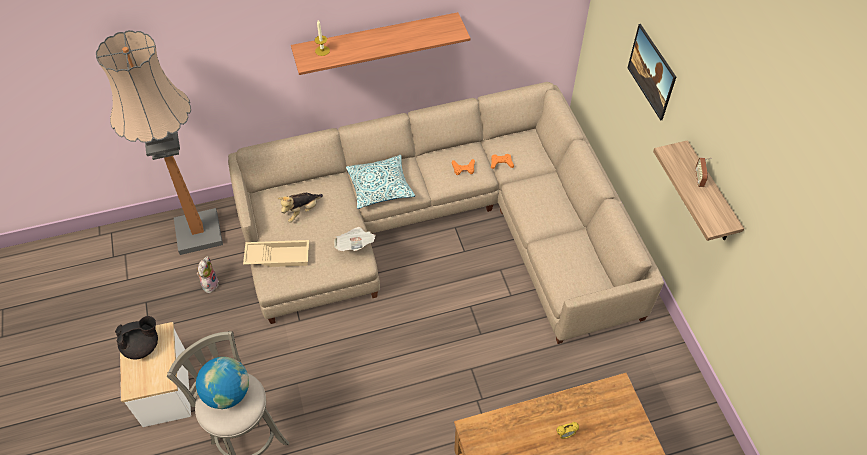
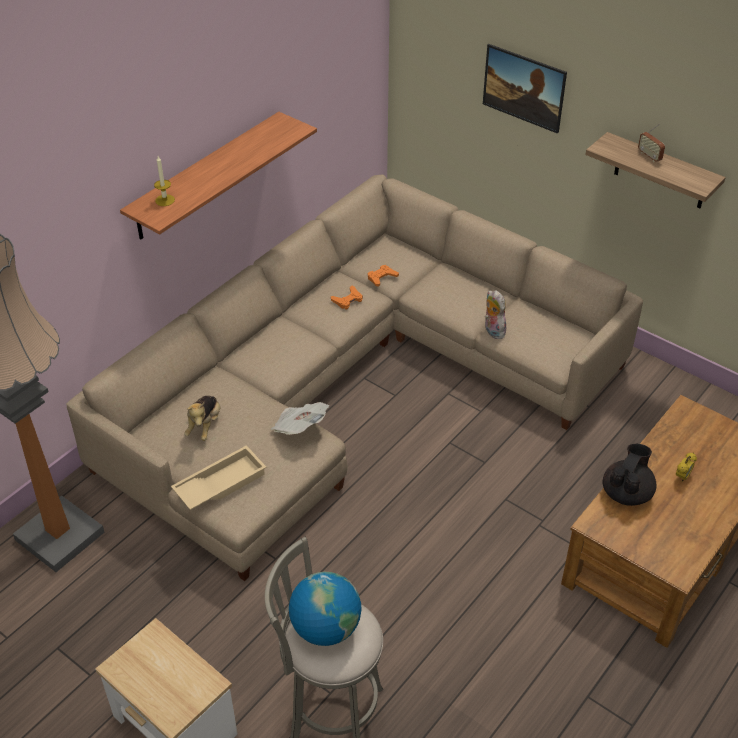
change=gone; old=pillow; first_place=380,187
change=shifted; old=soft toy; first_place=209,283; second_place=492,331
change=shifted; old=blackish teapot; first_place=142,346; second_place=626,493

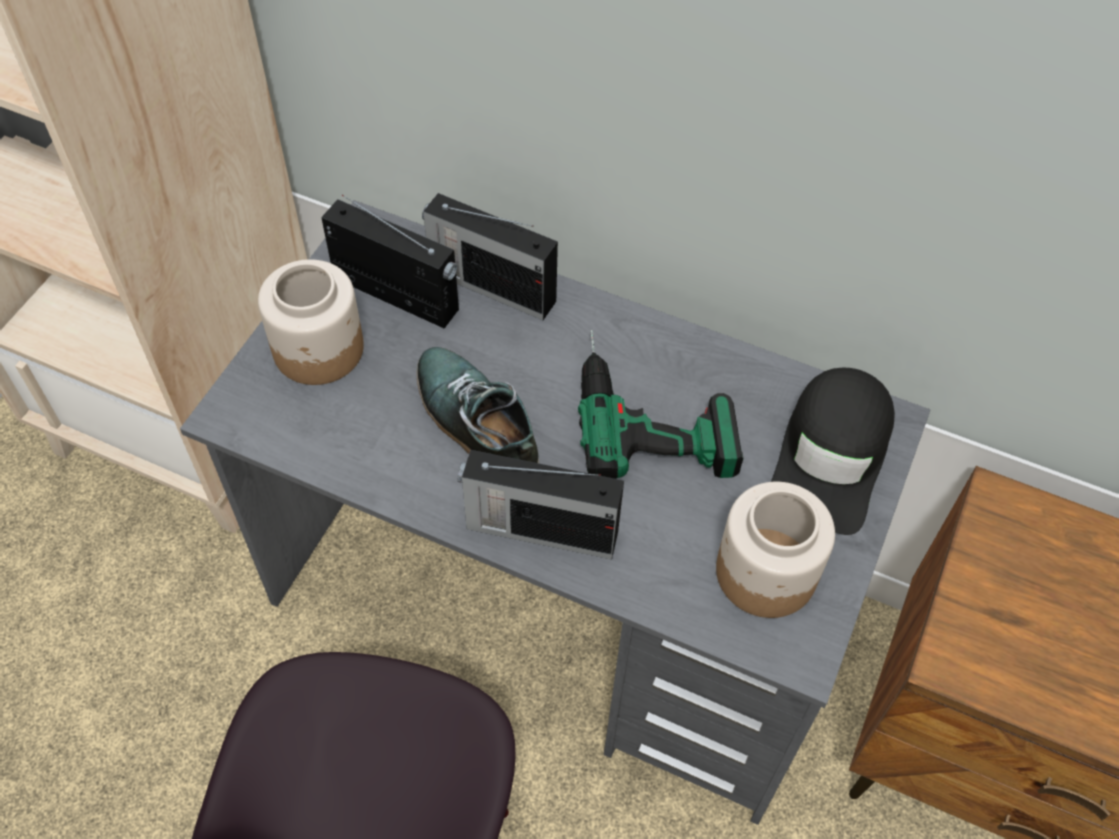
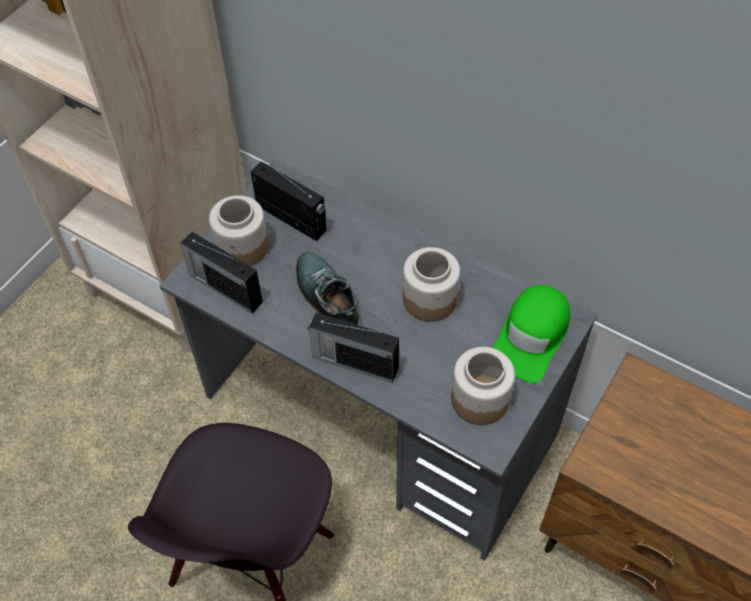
change=shifted; old=radio set; first_place=490,285; second_place=224,287
change=swapped; old=power drill; new=jar; first_place=652,408; second_place=430,299
change=repainted; old=blackish cap; new=green-coloured cap; first_place=831,457; second_place=531,337

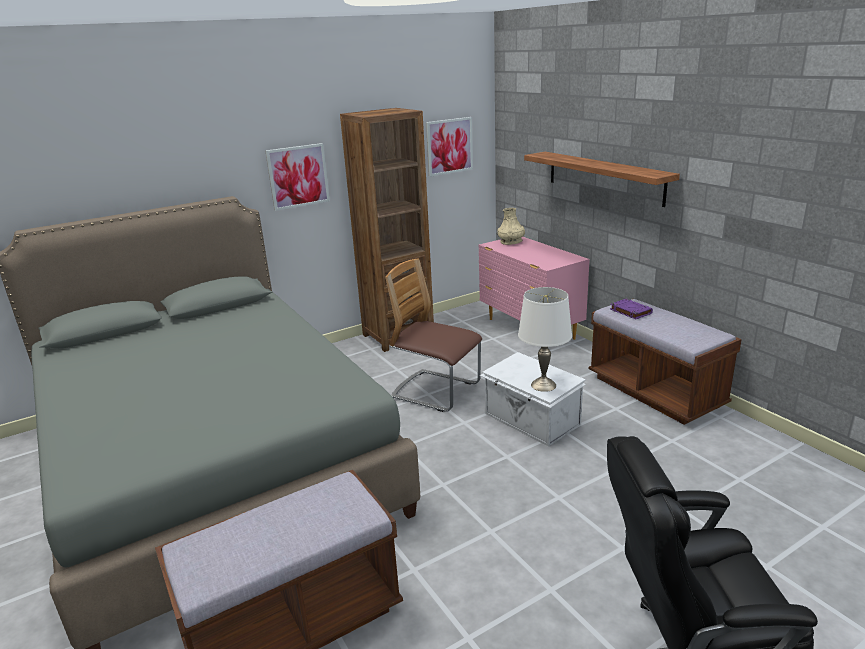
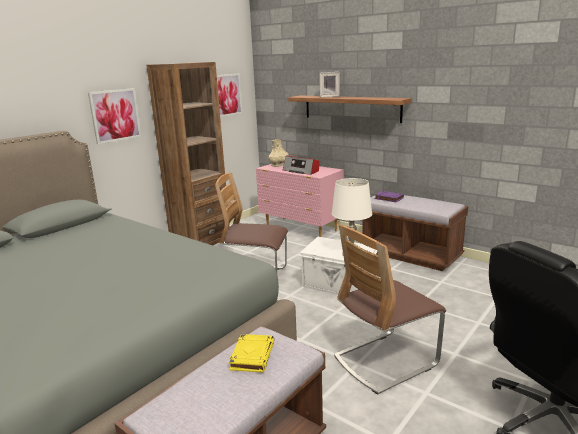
change=new; new=photo frame; second_place=329,96
change=new; new=radio set; second_place=301,171
change=new; new=chair; second_place=385,361
change=new; new=yellow bound book; second_place=252,356

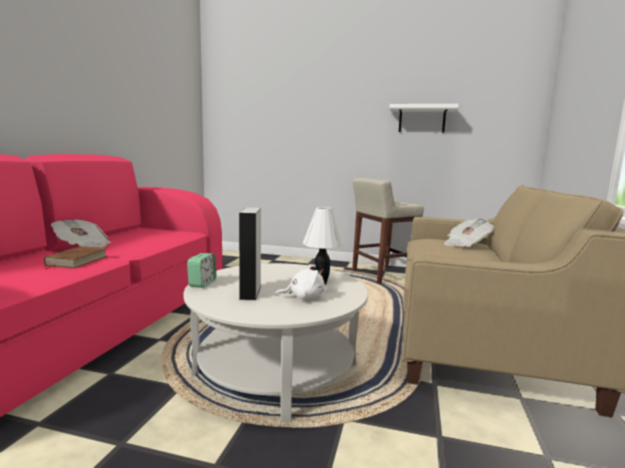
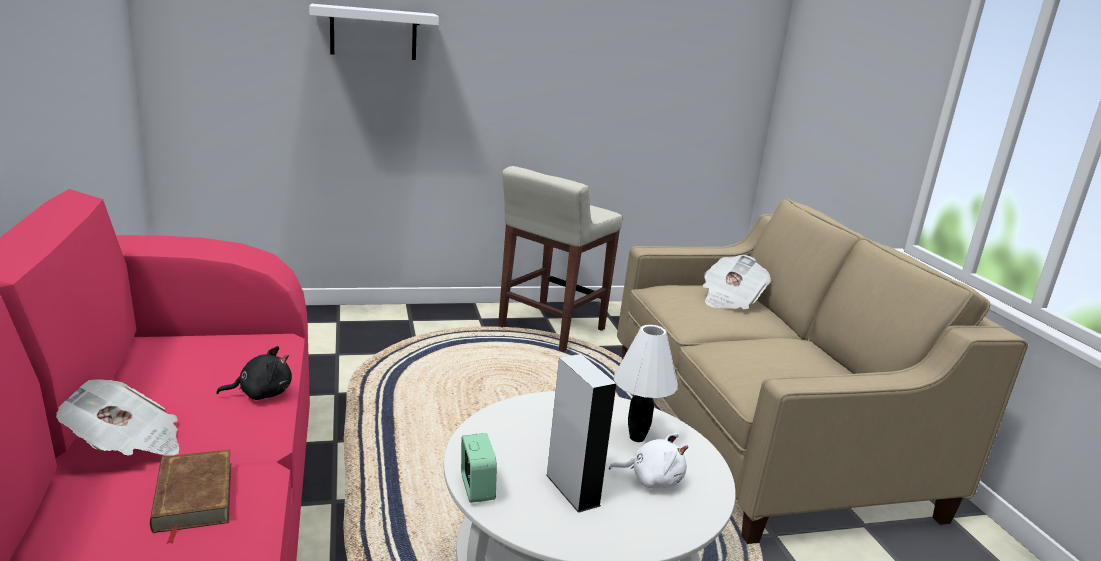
change=shifted; old=white-coloured wall shelf; first_place=422,119; second_place=373,33
change=rotated; old=white-coloured soft toy; first_place=303,297; second_place=652,479; degrees=45
change=new; new=blackish soft toy; second_place=261,393

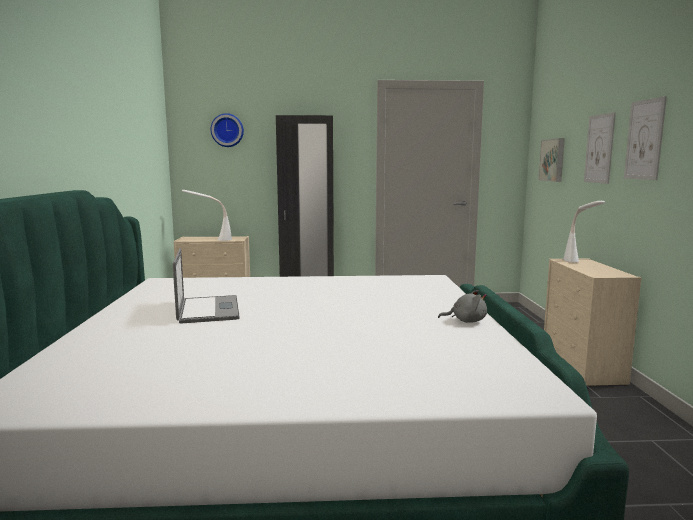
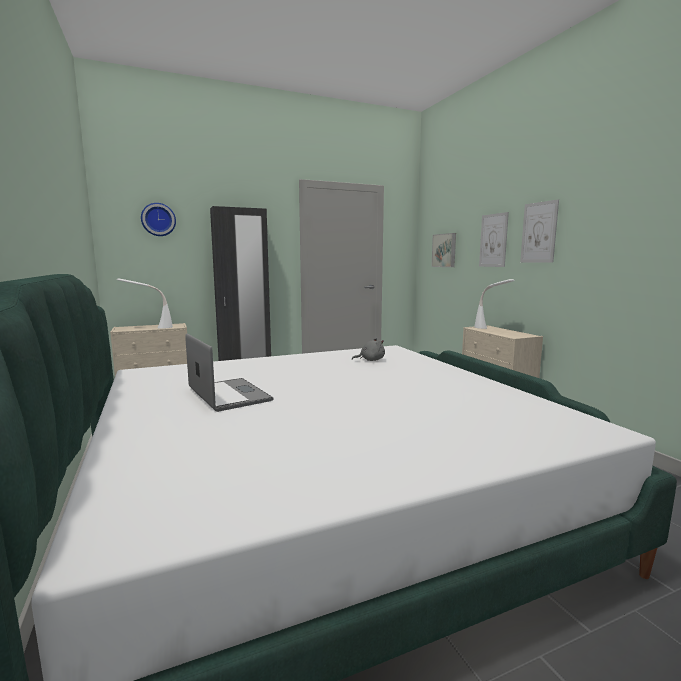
change=shifted; old=grey soft toy; first_place=466,321; second_place=370,360

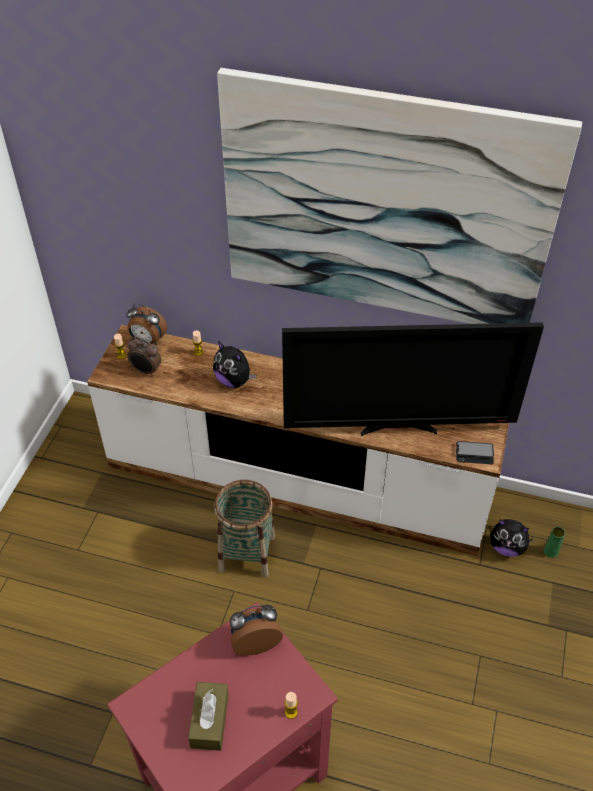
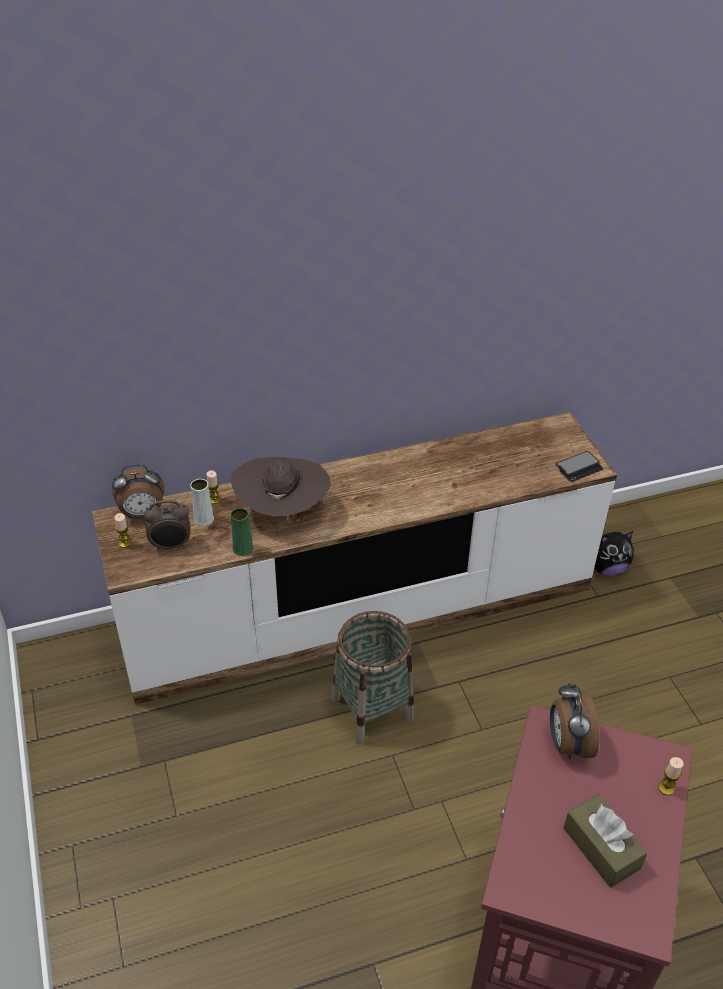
change=gone; old=wall art; first_place=384,206
change=gone; old=TV; first_place=398,428
change=swapped; old=soft toy; new=brown-coloured clothing hat; first_place=234,381; second_place=282,510
change=shifted; old=green-coloured vase; first_place=550,551; second_place=243,548
change=rotated; old=bedside clock; first_place=255,641; second_place=567,744; degrees=-45
change=new; new=white-coloured vase; second_place=203,519

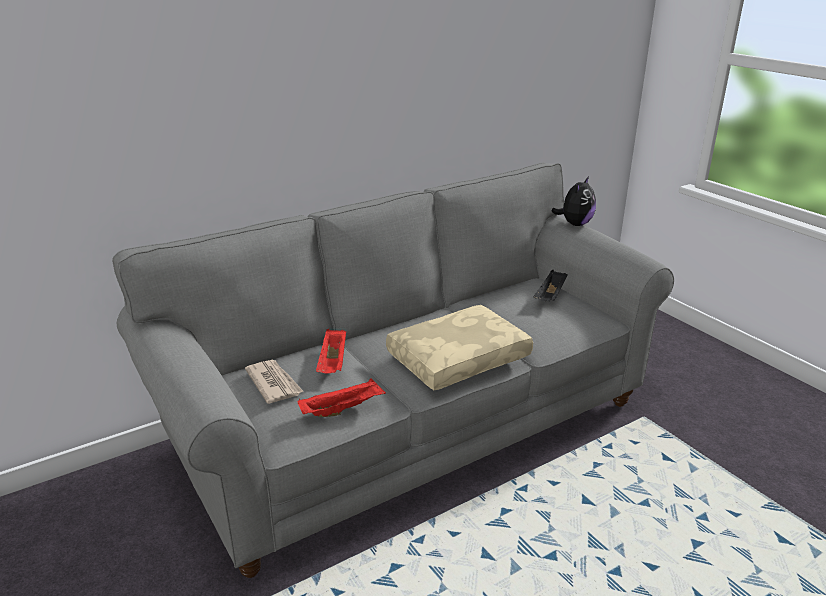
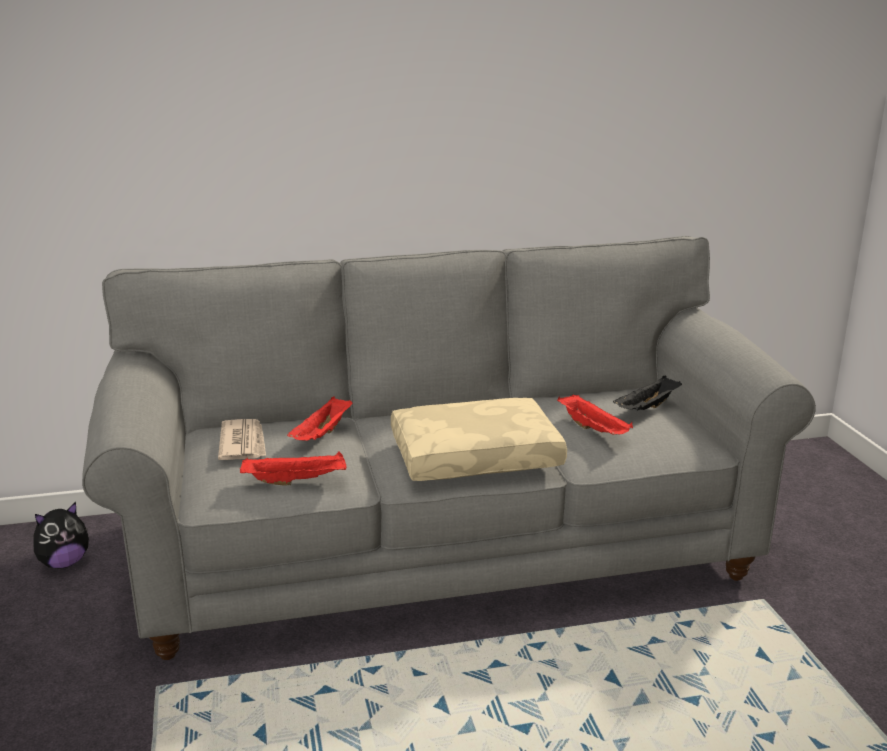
change=shifted; old=soft toy; first_place=575,224; second_place=64,563
change=new; new=red serving tray; second_place=594,430

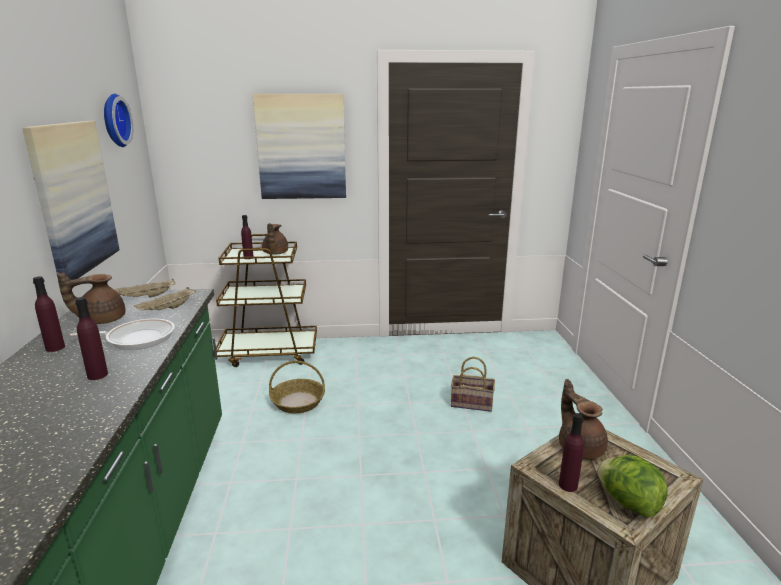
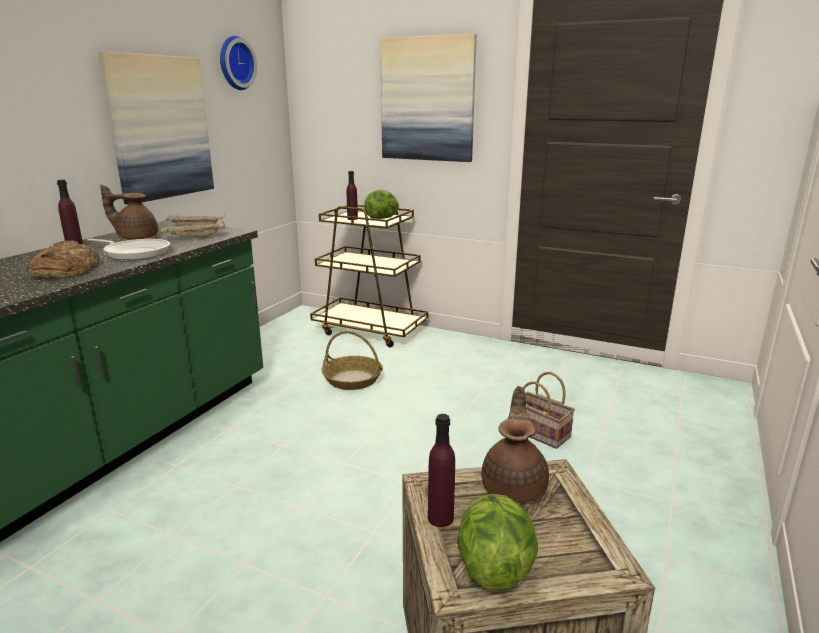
change=swapped; old=brown-coloured teapot; new=lettuce head; first_place=275,253; second_place=382,218
change=swapped; old=purple drink bottle; new=bakery bread; first_place=97,375; second_place=65,270

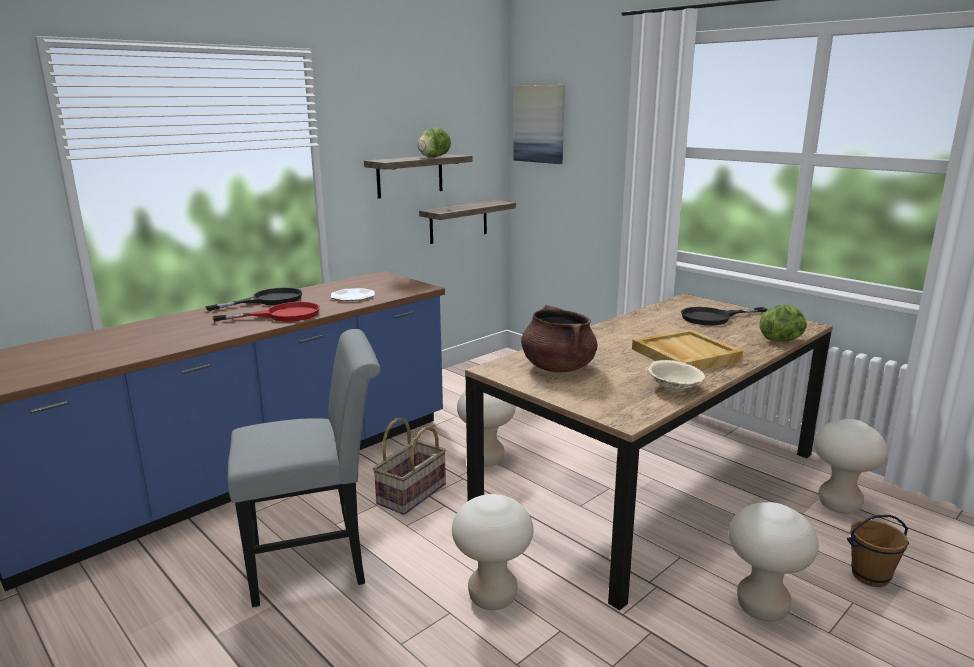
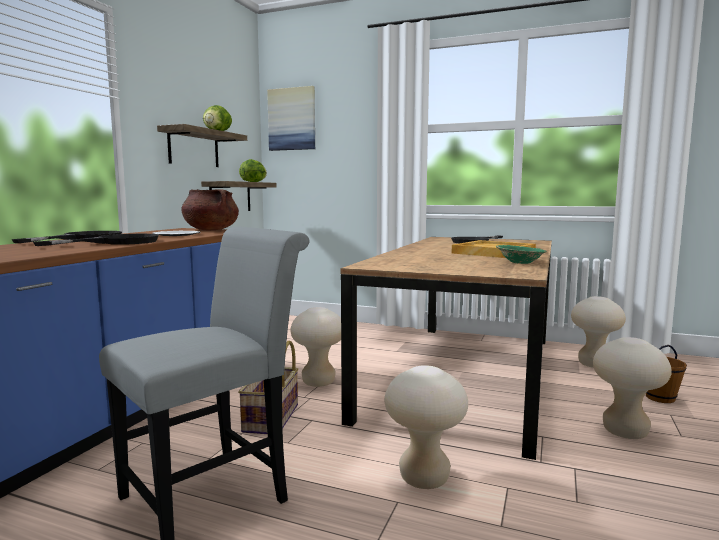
change=repainted; old=red pan; new=blackish pan; first_place=283,315; second_place=117,242
change=shifted; old=brown-coloured saucepot; first_place=557,367; second_place=211,230
change=shifted; old=lettuce head; first_place=782,340; second_place=253,182
change=repainted; old=sand-coloured bowl; new=green-coloured bowl; first_place=673,387; second_place=520,262

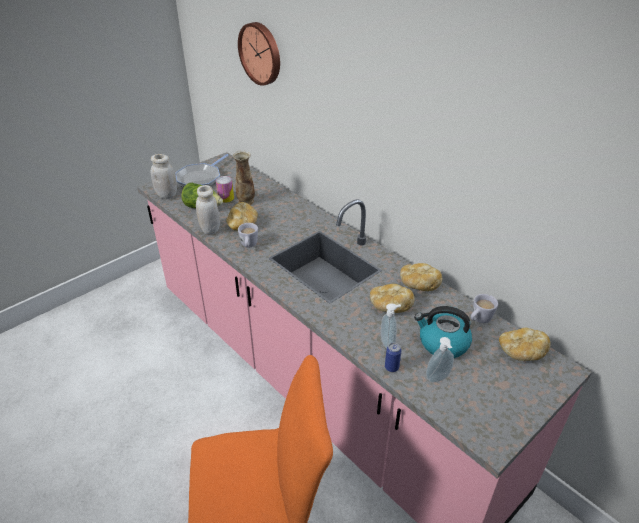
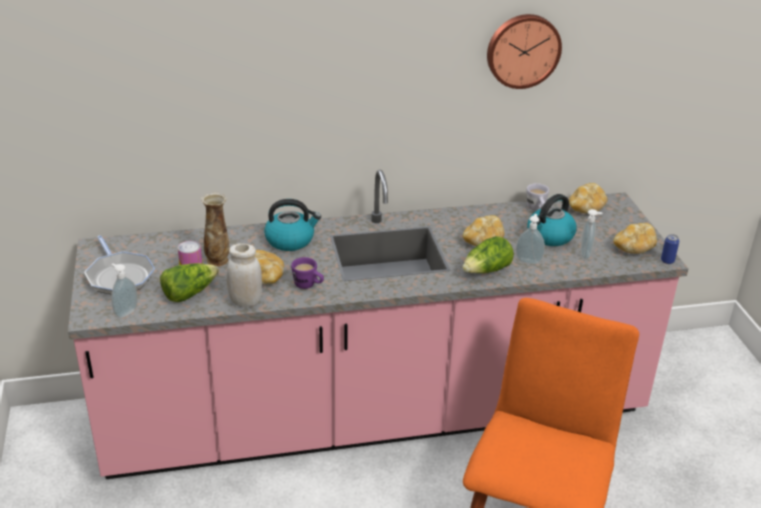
change=shifted; old=clock on the wall; first_place=261,53; second_place=522,50
change=swapped; old=white-coloured jar; new=liquid soap bottle; first_place=167,195; second_place=125,312
change=repainted; old=white-coloured mug; new=purple mug; first_place=249,246; second_place=308,286
change=shifted; old=bakery bread; first_place=418,284; second_place=634,248
change=shifted; old=can; first_place=391,367; second_place=667,261
change=new; new=tea kettle; second_place=290,240
change=new; new=lettuce head; second_place=486,271

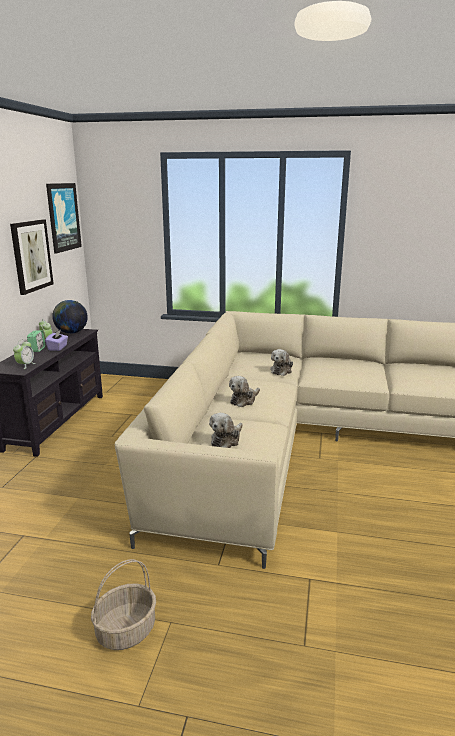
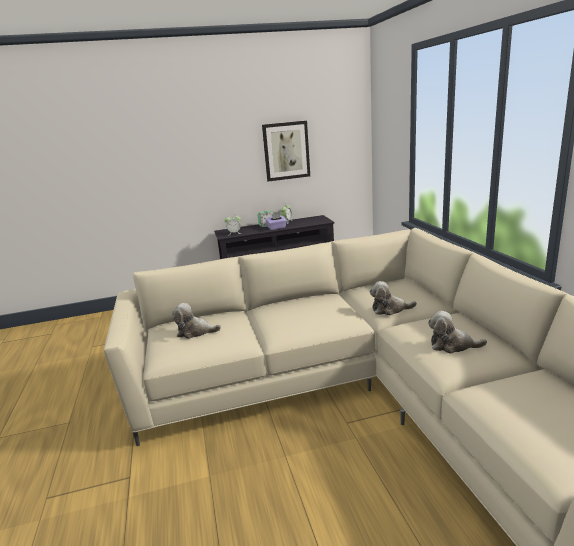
change=gone; old=wall art; first_place=63,217
change=gone; old=desk globe; first_place=71,332
change=shifted; old=soft toy; first_place=244,400; second_place=452,345
change=gone; old=storage basket; first_place=126,630

